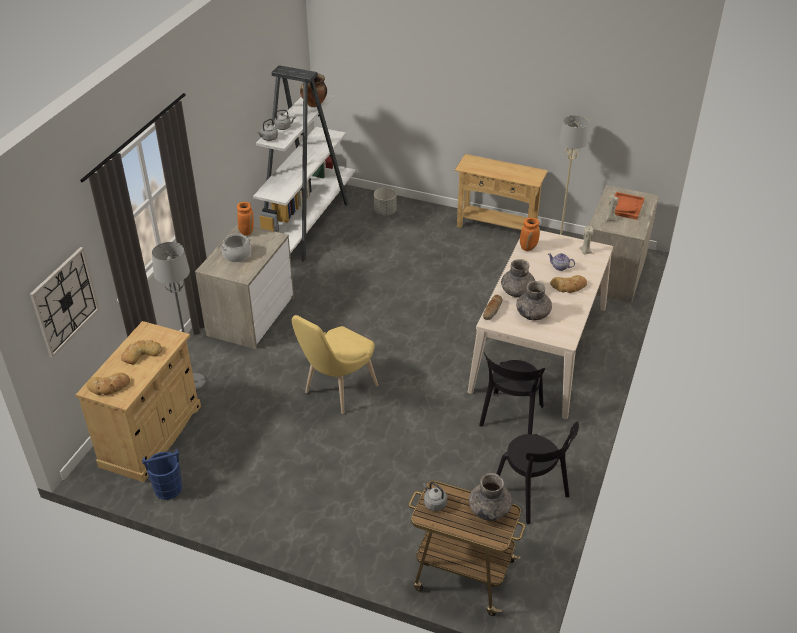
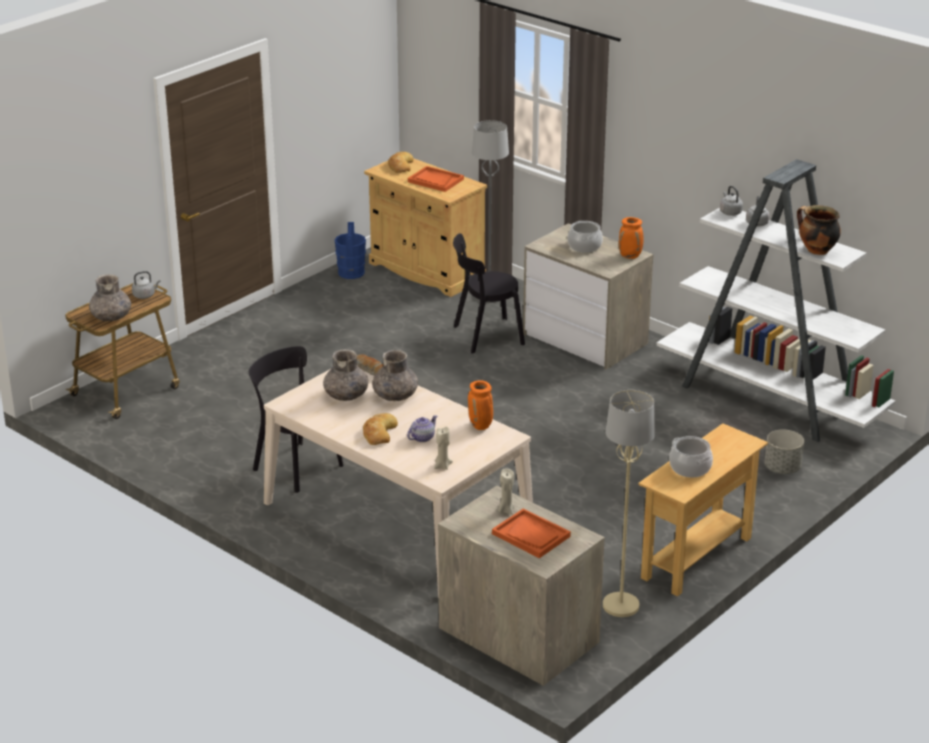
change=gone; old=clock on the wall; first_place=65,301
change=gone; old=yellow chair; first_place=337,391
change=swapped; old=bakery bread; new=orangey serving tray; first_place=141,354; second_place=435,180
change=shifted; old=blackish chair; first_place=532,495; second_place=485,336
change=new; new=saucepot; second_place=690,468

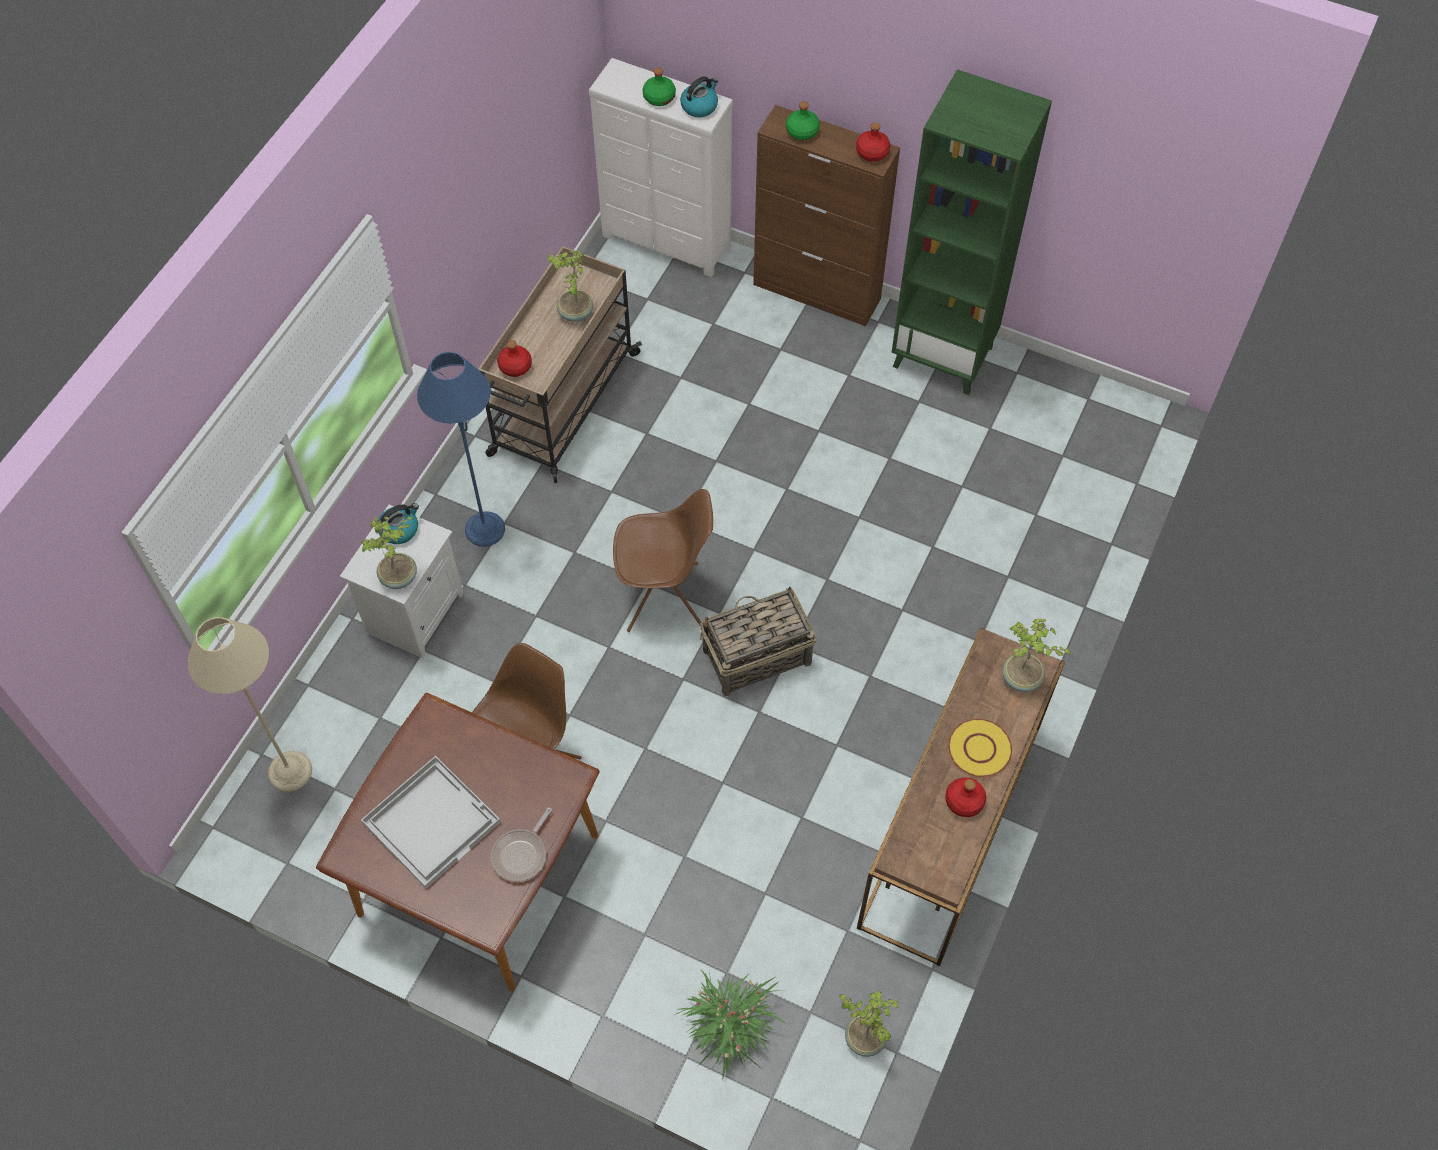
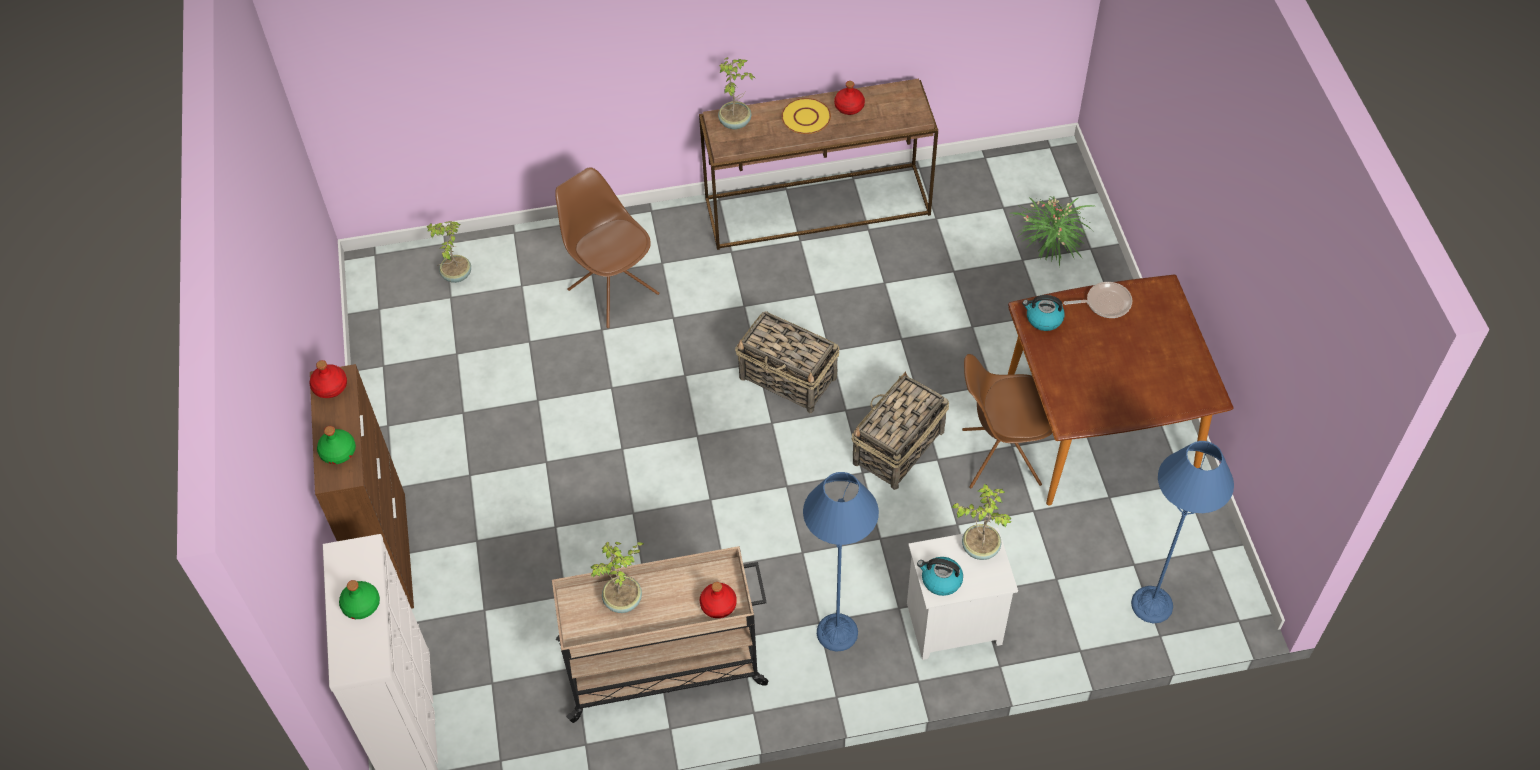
change=gone; old=green-coloured bookcase; first_place=944,356
change=shifted; old=tea kettle; first_place=699,106; second_place=1043,319
change=shifted; old=brown-coloured chair; first_place=665,597; second_place=612,290
change=repainted; old=sand-coloured standing lamp; new=bluish standing lamp; first_place=290,771; second_place=1152,604
change=gone; old=white-coloured serving tray; first_place=431,821
change=shifted; old=plant in a pot; first_place=865,1037; second_place=456,275
change=new; new=storage basket; second_place=897,448

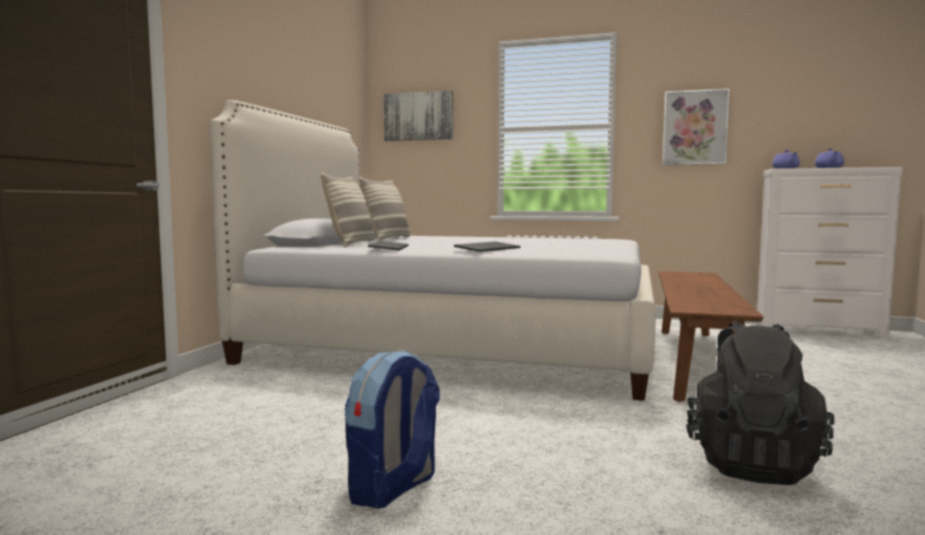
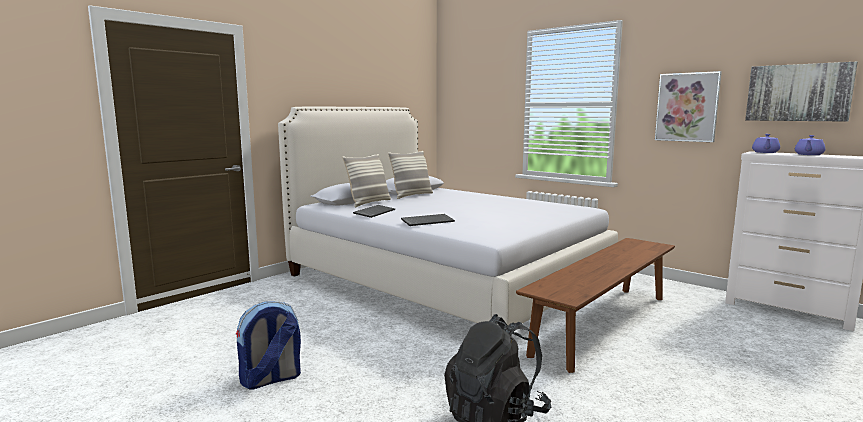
change=shifted; old=wall art; first_place=418,116; second_place=798,93

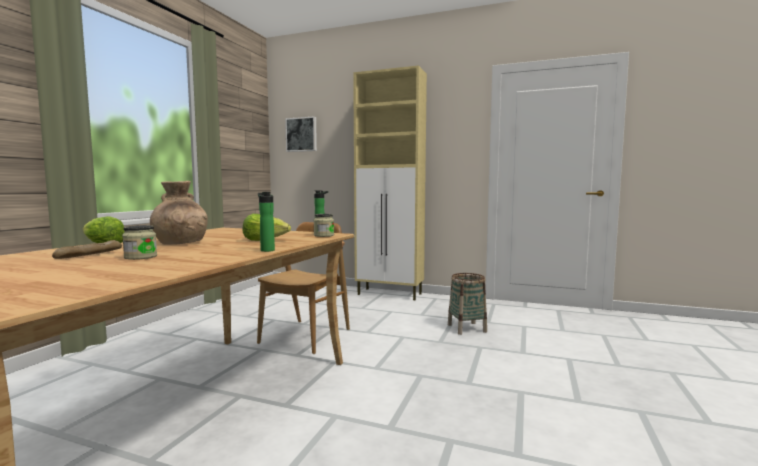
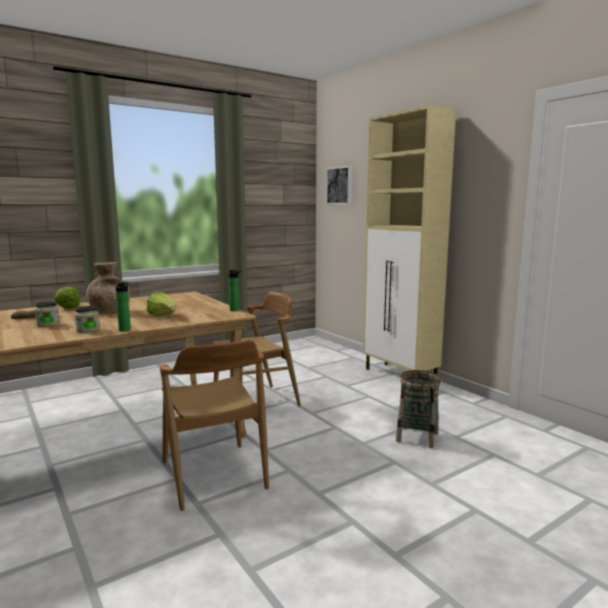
change=shifted; old=jar; first_place=323,235; second_place=88,330
change=new; new=brown-coloured chair; second_place=213,475

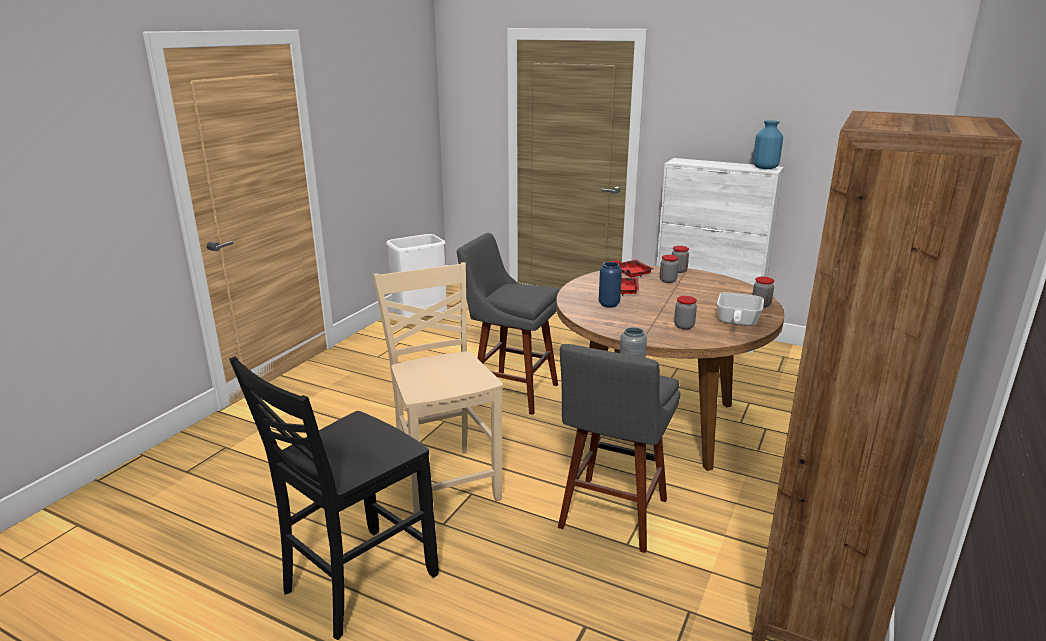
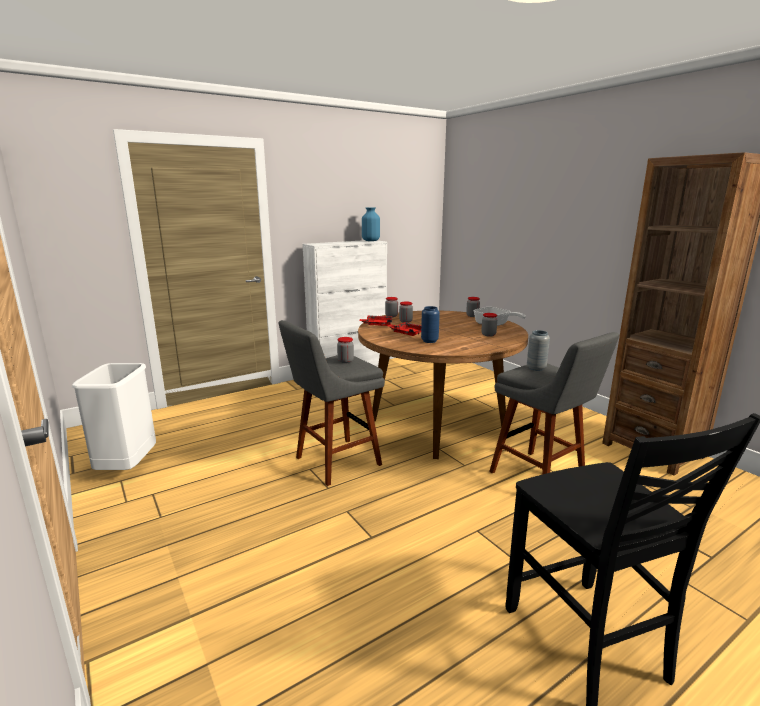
change=gone; old=sand-coloured chair; first_place=445,481
change=new; new=jar; second_place=345,361

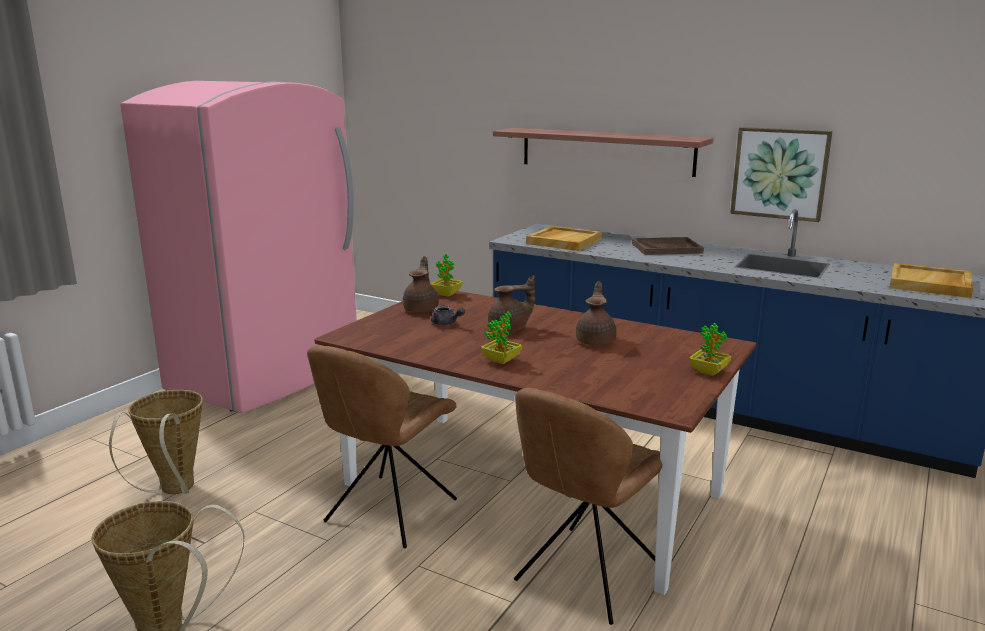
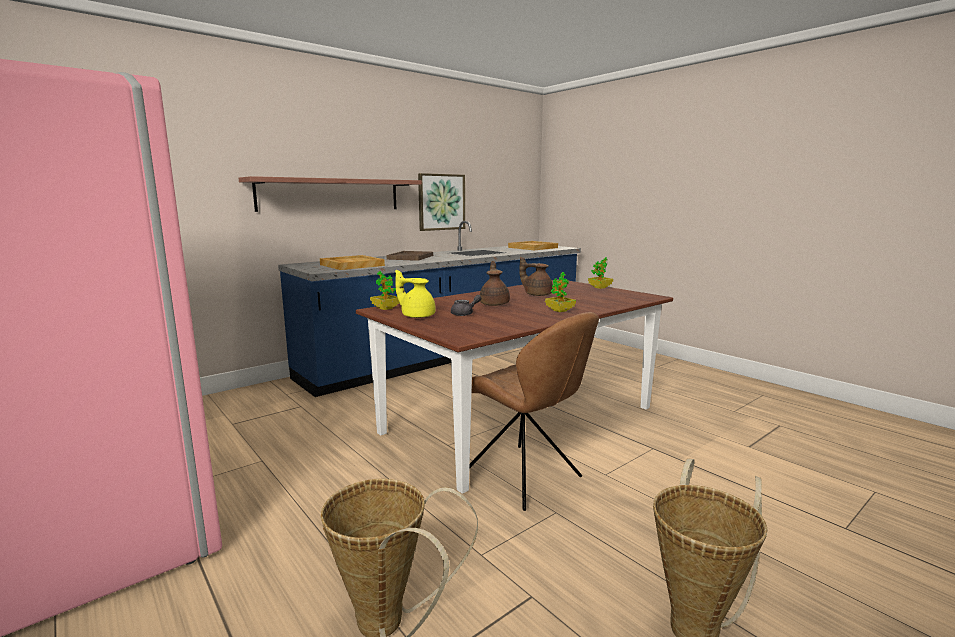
change=repainted; old=brown-coloured teapot; new=yellow teapot; first_place=422,309; second_place=417,316
change=gone; old=brown-coloured chair; first_place=585,576

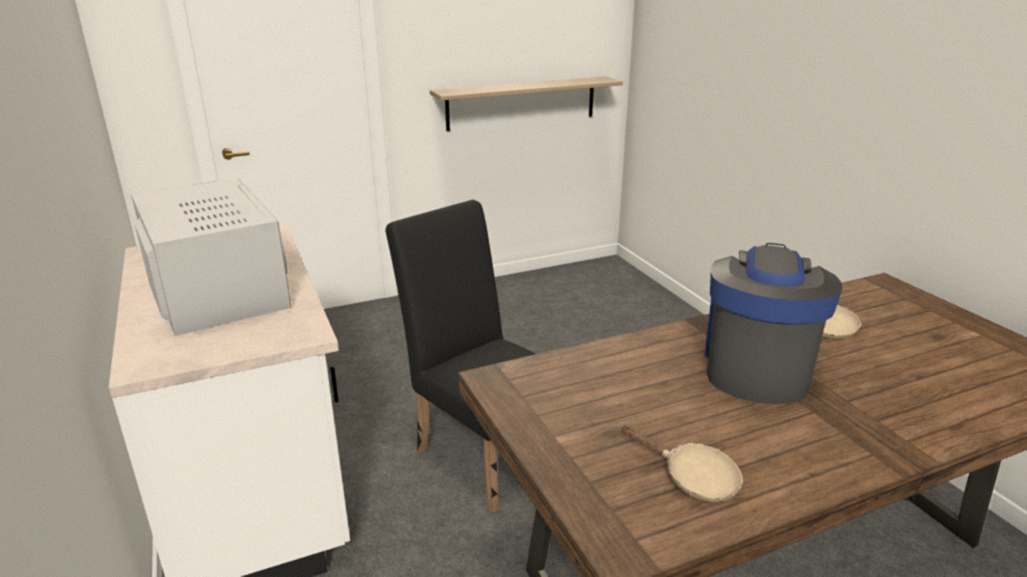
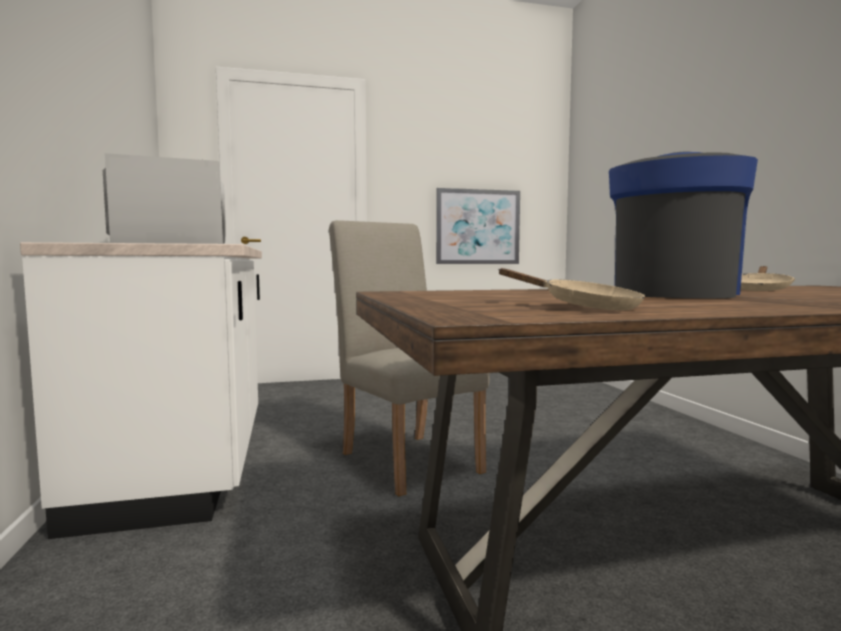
change=swapped; old=wall shelf; new=wall art; first_place=522,103; second_place=478,227
change=repainted; old=blackish chair; new=sand-coloured chair; first_place=483,452; second_place=406,458

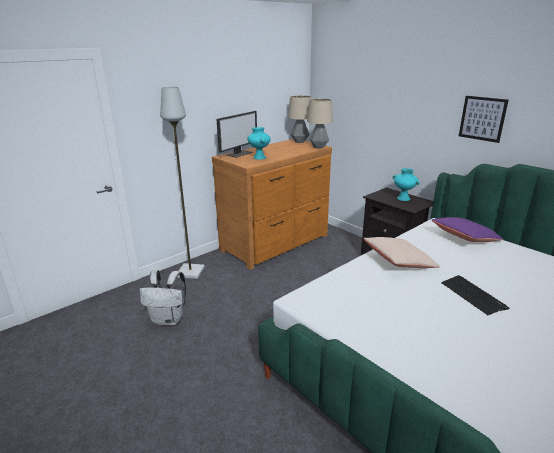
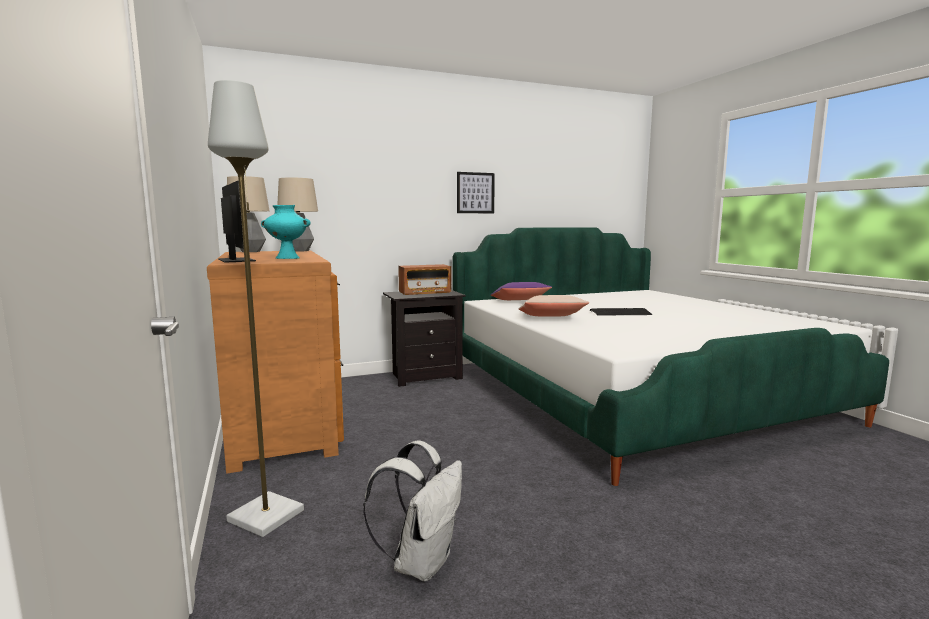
change=swapped; old=turquoise-coloured vase; new=radio set; first_place=404,198; second_place=425,292

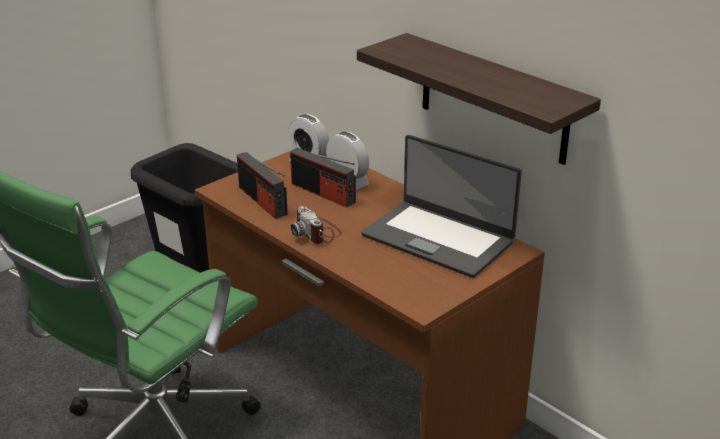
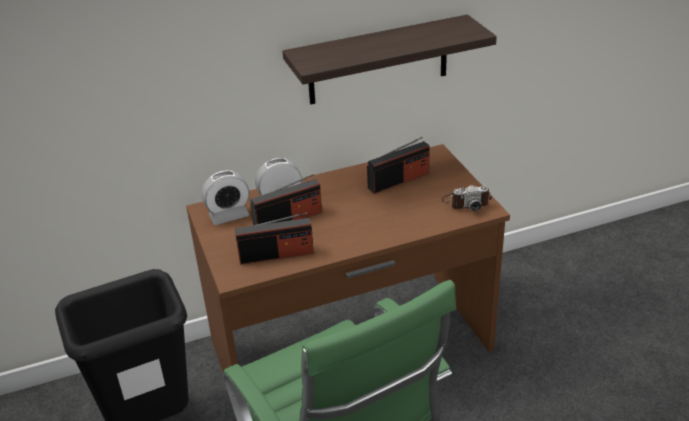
change=swapped; old=portable computer; new=radio set; first_place=439,238; second_place=398,180
change=shifted; old=still camera; first_place=317,232; second_place=466,202

